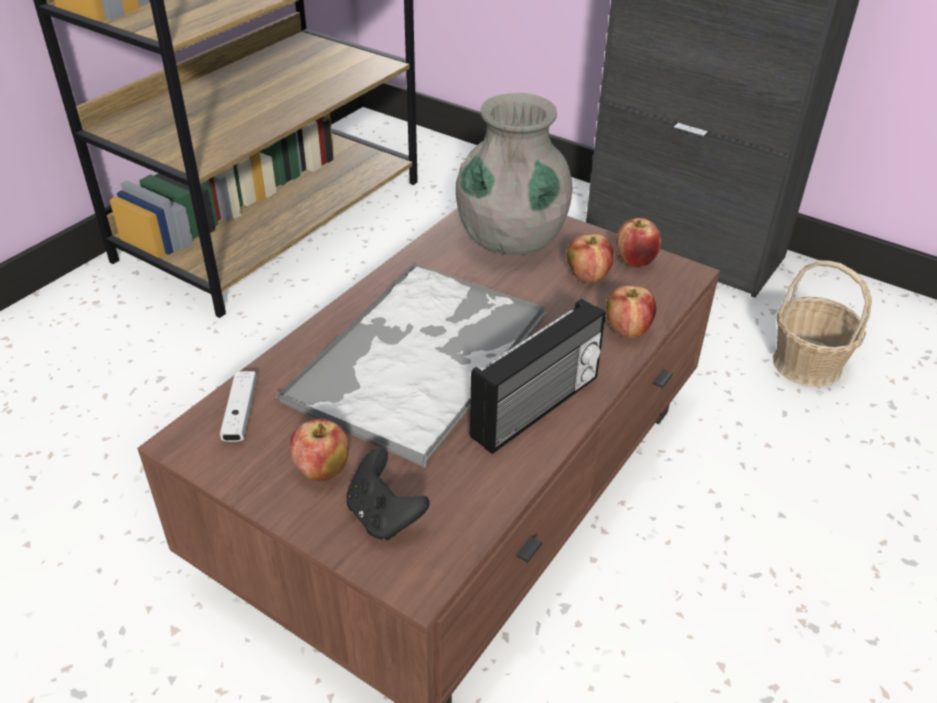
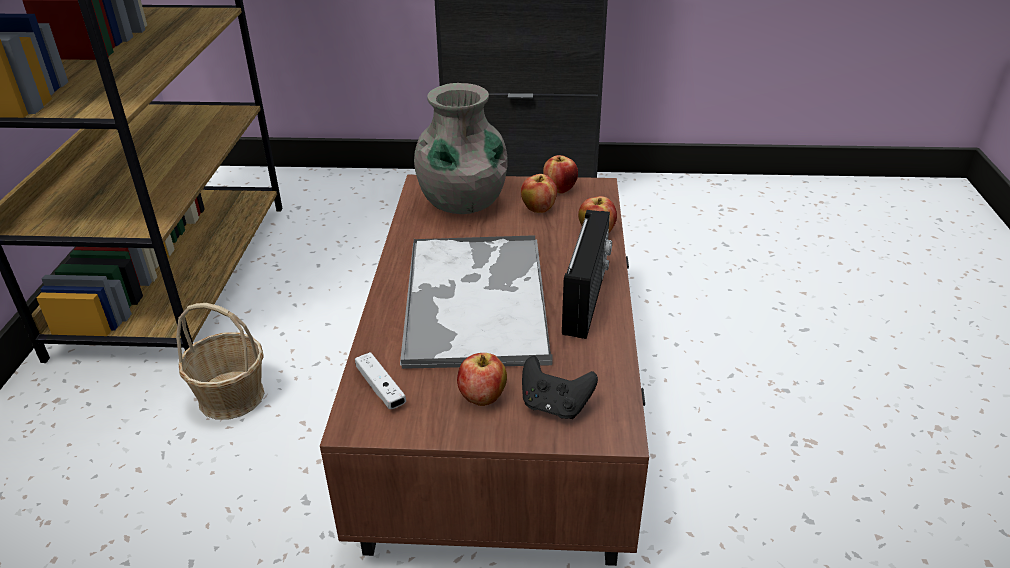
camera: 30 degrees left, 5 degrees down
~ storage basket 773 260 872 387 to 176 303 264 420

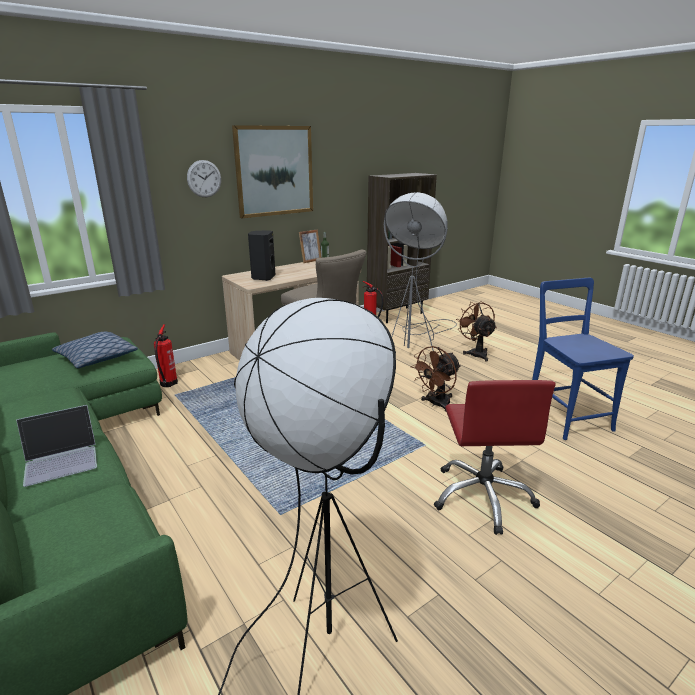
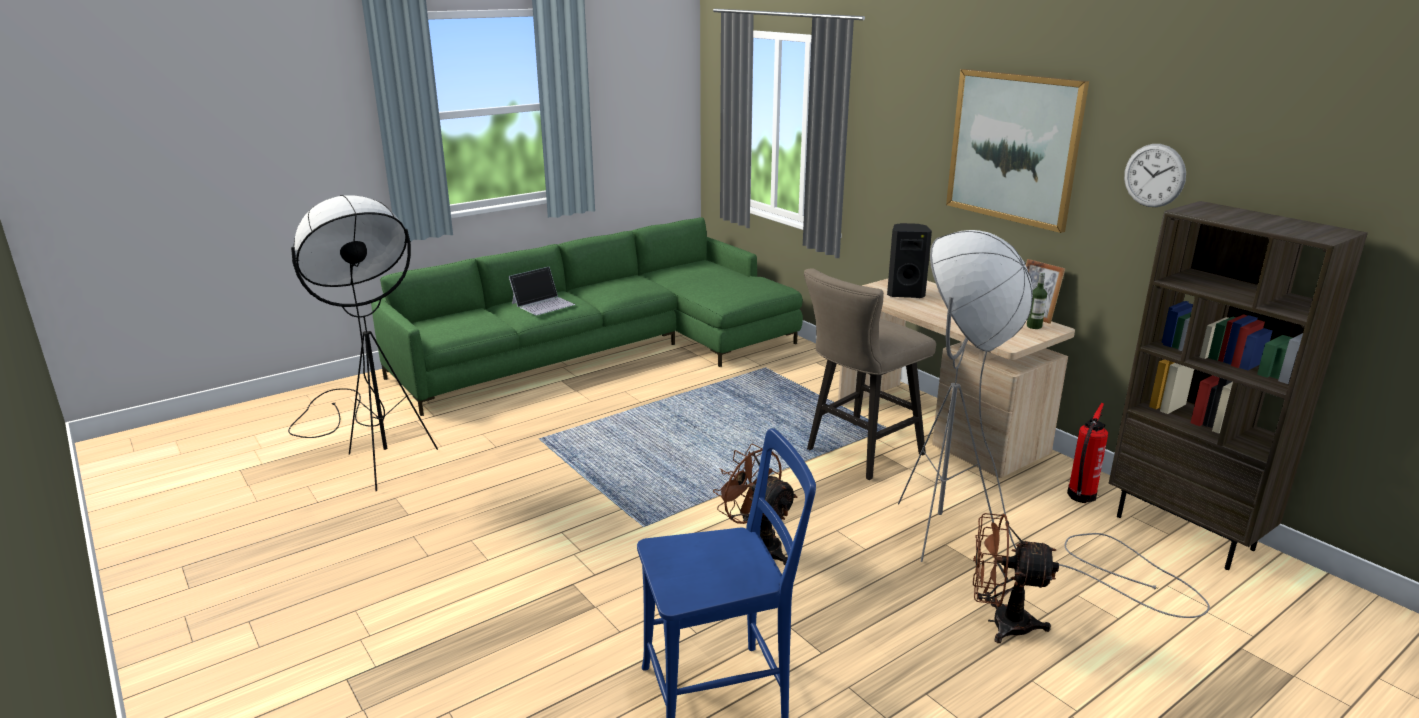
camera: 90 degrees right, 0 degrees up
~ portable computer 16 405 97 487 = 509 267 575 315 105 degrees counterclockwise
- cushion 52 332 138 368
- fire-fighting cylinder 154 324 178 387
~ clock on the wall 187 160 221 197 to 1124 144 1186 207
- computer chair (red) 434 380 556 535
~ fan (brown) 456 301 497 361 = 973 513 1059 643 150 degrees counterclockwise

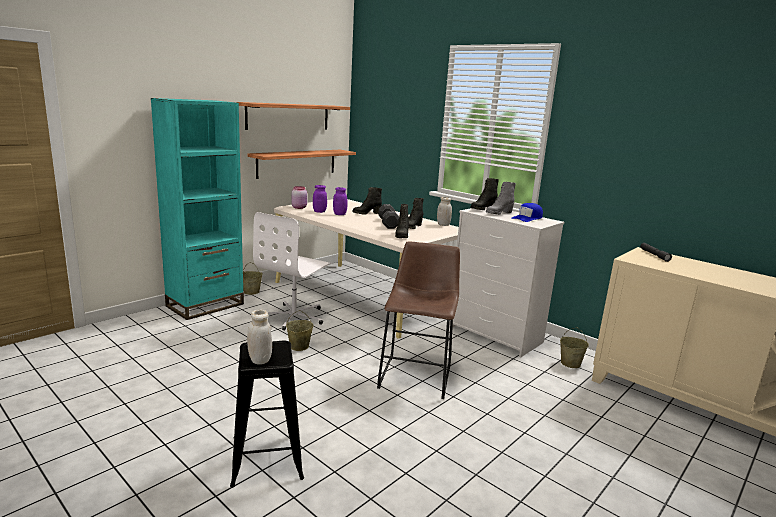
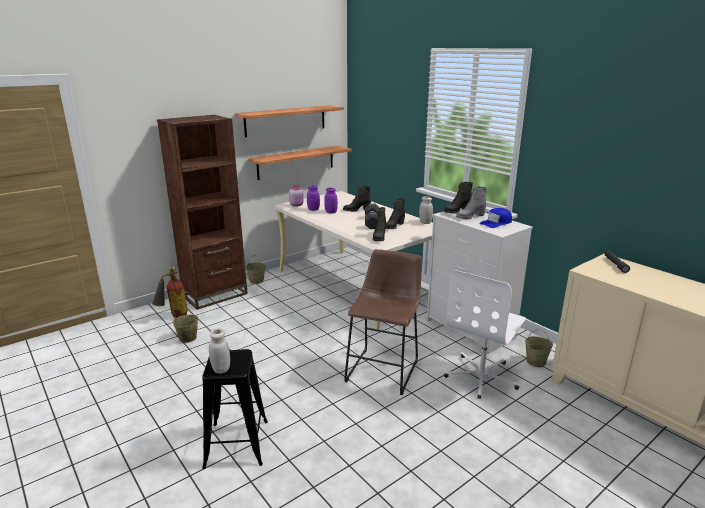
camera: 10 degrees right, 5 degrees up
~ shelving unit (turquoise-coloured) 151 98 244 320 to shelving unit (brown) 157 115 248 310
~ computer chair (white-coloured) 253 212 331 330 to 444 270 526 399
~ water bucket (beige-coloured) 286 310 314 351 to 173 308 198 343
+ fire-fighting cylinder 152 266 188 318

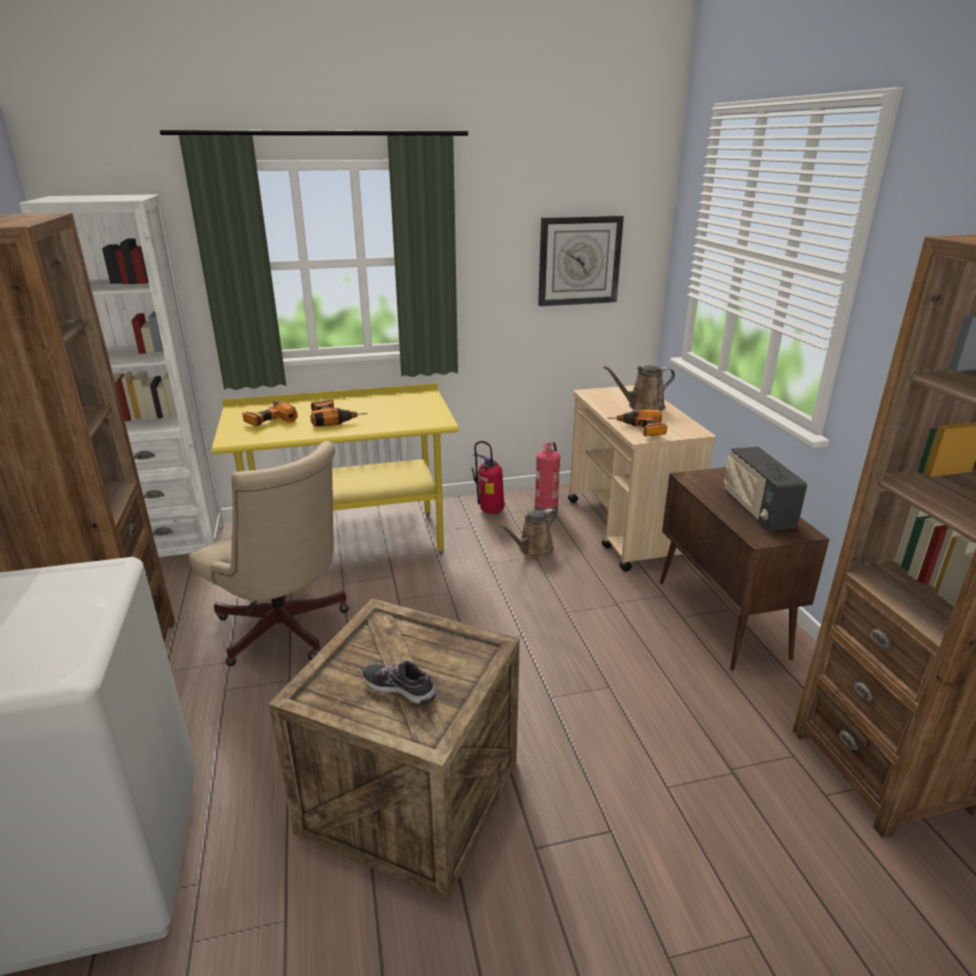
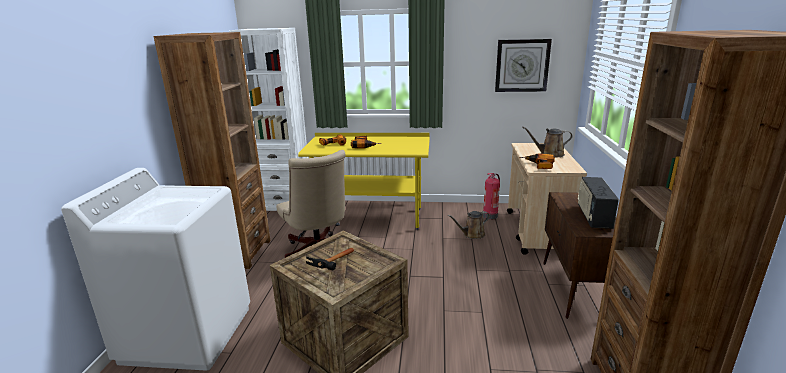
camera: 20 degrees right, 5 degrees down
~ low shoe 362 660 436 705 to tool hammer 306 248 354 270
- fire-fighting cylinder 472 441 505 514

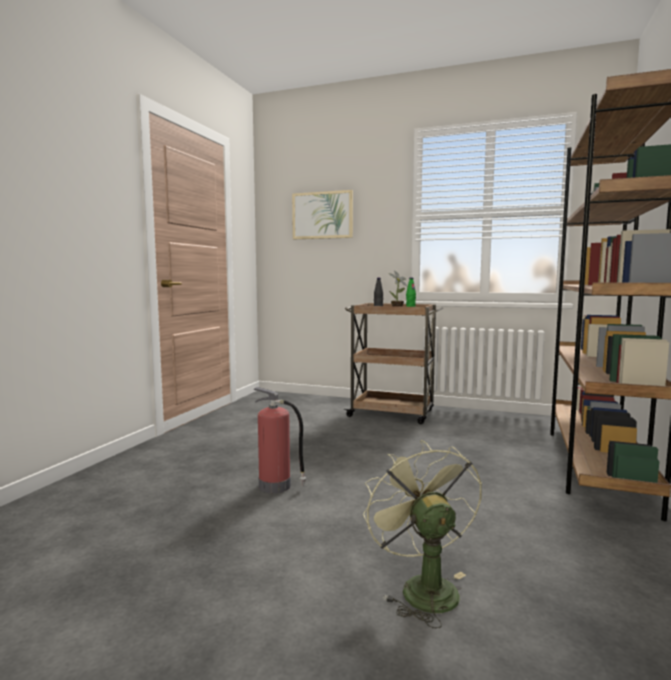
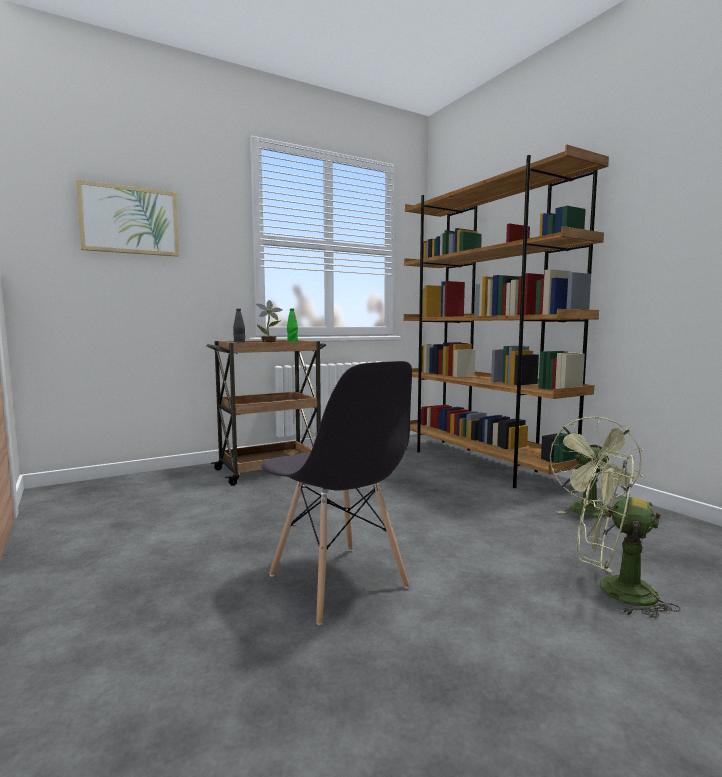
camera: 50 degrees left, 0 degrees up
~ fire-fighting cylinder 253 387 306 493 to chair (gray) 262 361 412 625
+ fan (greenish) 550 416 644 517

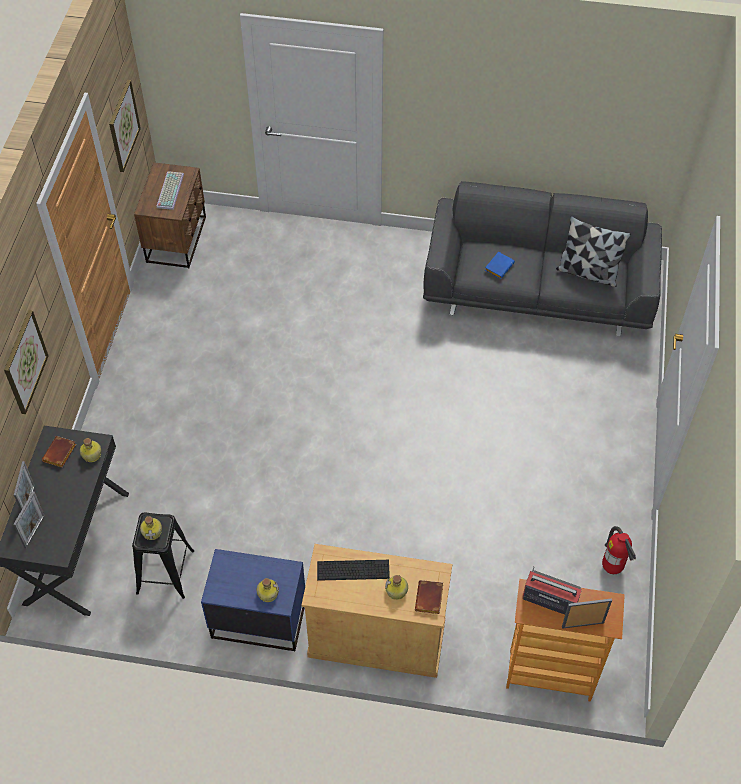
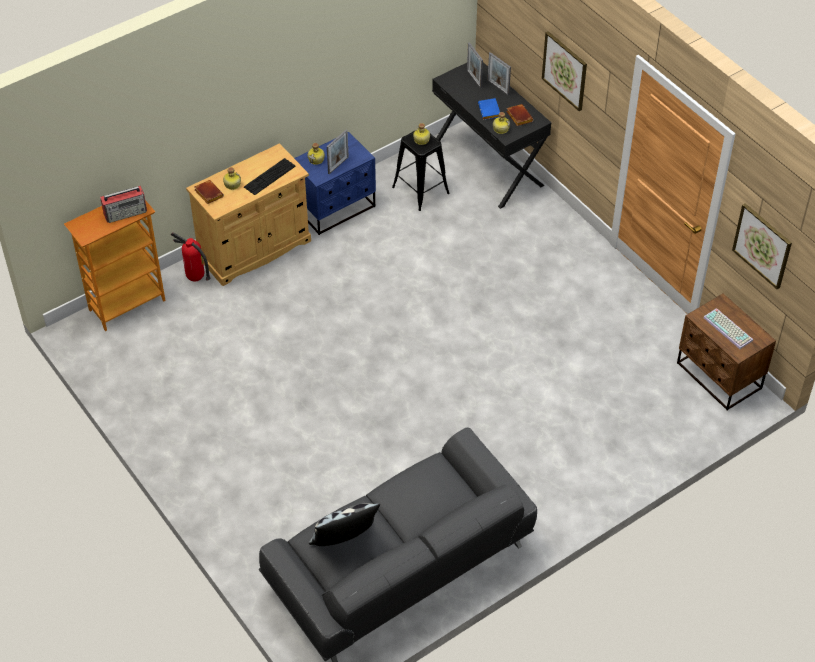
camera: 135 degrees right, 5 degrees down
~ volume (blue) 485 252 515 279 to 478 98 500 120
~ standing frame 562 599 612 629 to 327 130 349 174
~ fire-fighting cylinder 602 526 636 574 to 171 232 210 282

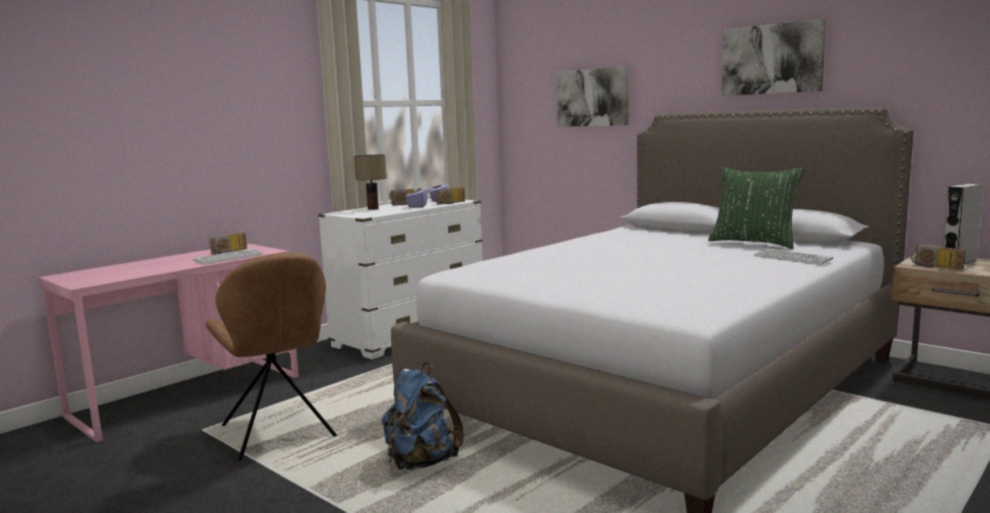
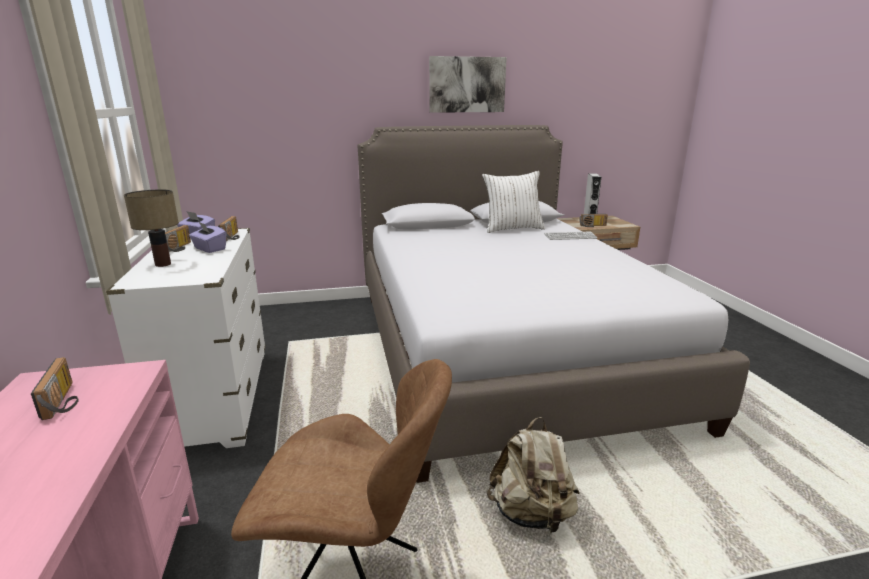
camera: 55 degrees left, 10 degrees up
- computer keyboard 192 248 264 265
~ backpack (blue) 382 362 464 470 to backpack (beige-coloured) 487 417 580 533
- wall art 557 66 629 127
~ cushion (greenish) 708 167 805 249 to cushion (white-coloured) 482 171 545 233

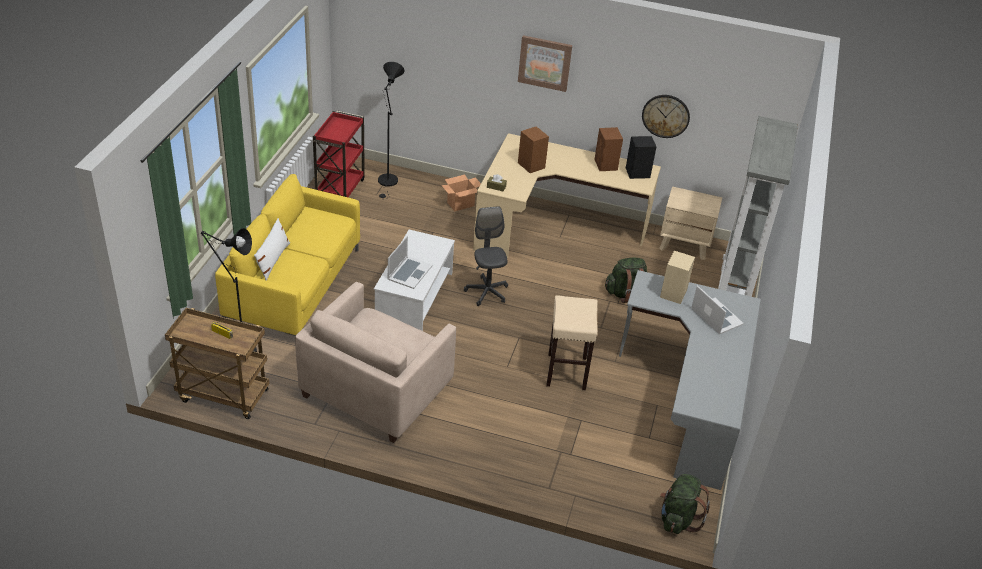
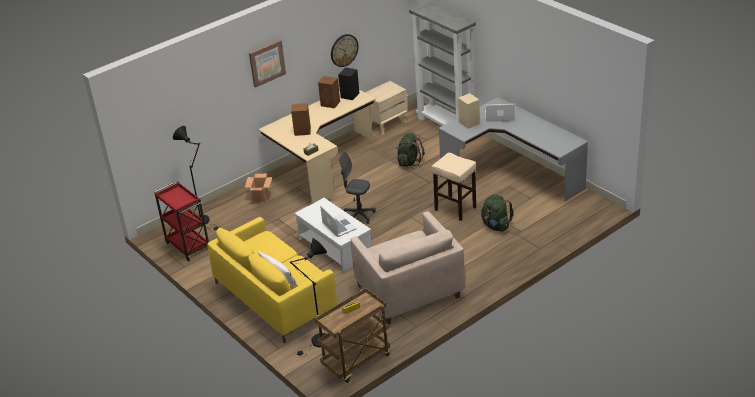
camera: 50 degrees left, 5 degrees down
~ backpack (greenish) 660 474 710 534 to 481 195 513 232

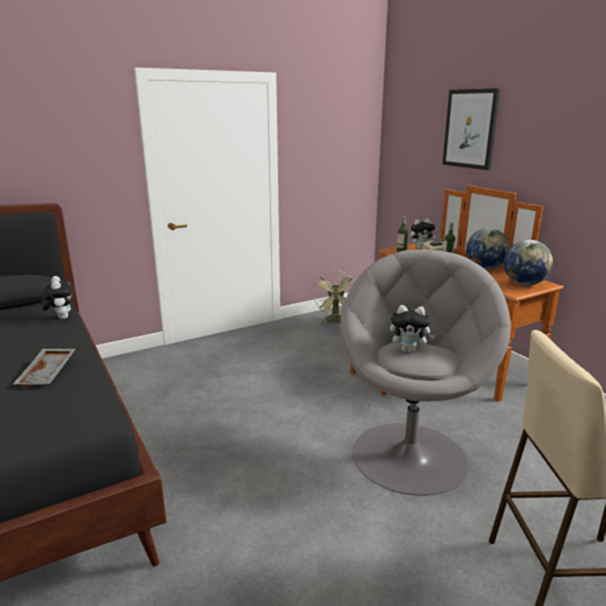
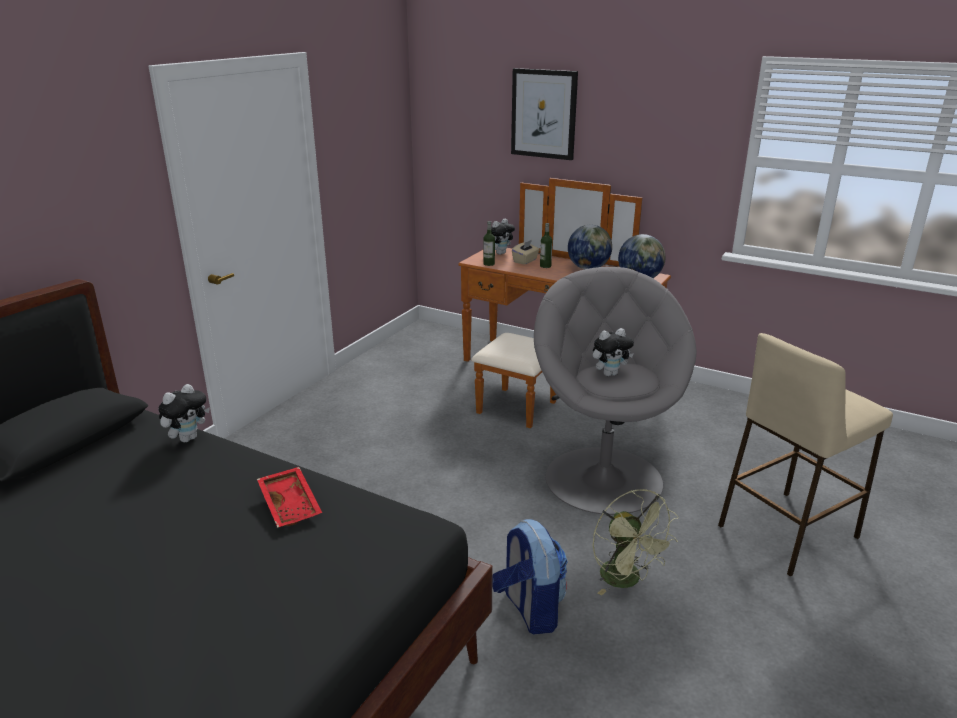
camera: 30 degrees left, 5 degrees up
~ tray (gray) 13 349 75 387 to tray (red) 257 467 322 528
~ soft toy 41 276 73 319 = 158 384 210 442 90 degrees clockwise
~ fan (greenish) 313 270 355 323 to 592 489 678 596
+ backpack 492 519 568 634

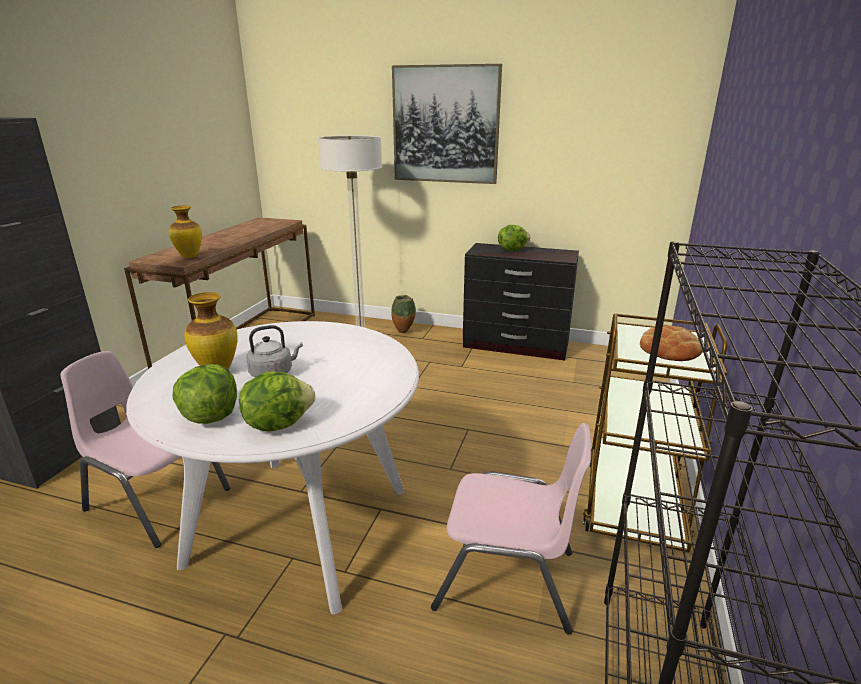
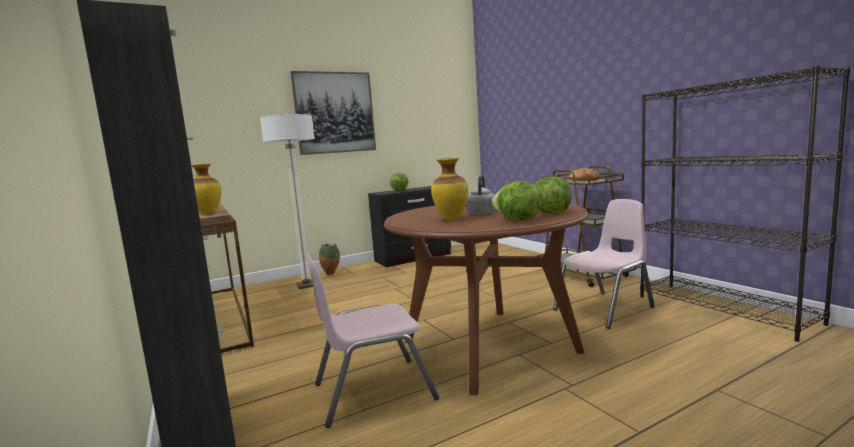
camera: 45 degrees left, 15 degrees down
~ kitchen table (white-coloured) 126 321 419 615 to kitchen table (brown) 384 204 589 395

